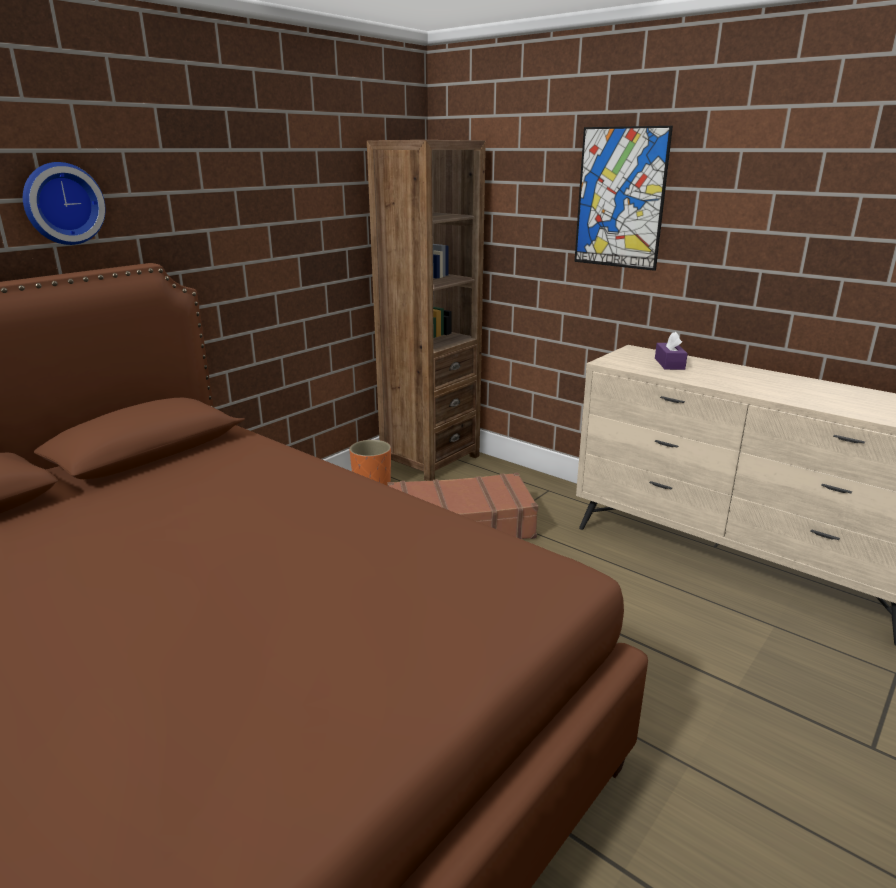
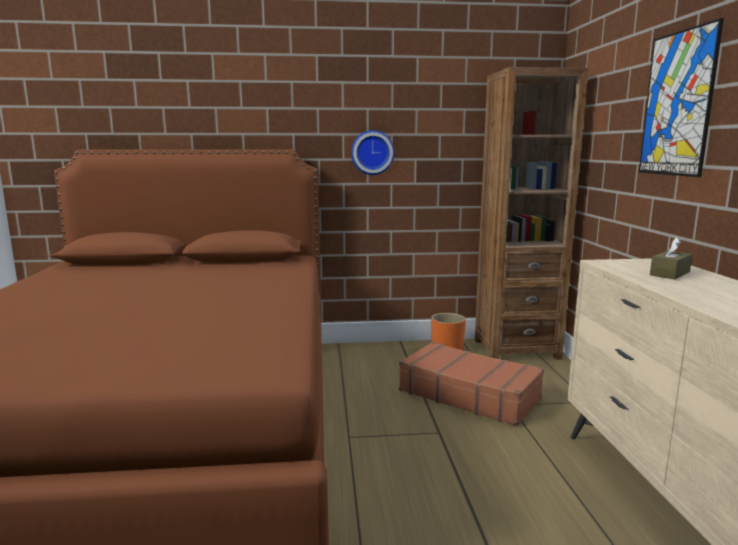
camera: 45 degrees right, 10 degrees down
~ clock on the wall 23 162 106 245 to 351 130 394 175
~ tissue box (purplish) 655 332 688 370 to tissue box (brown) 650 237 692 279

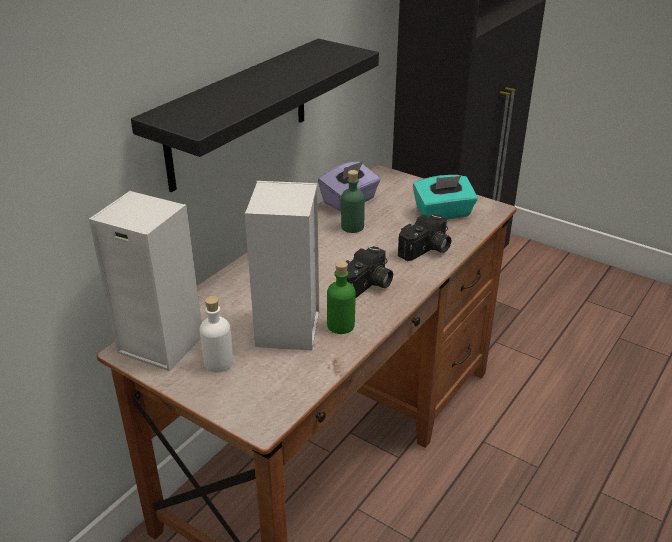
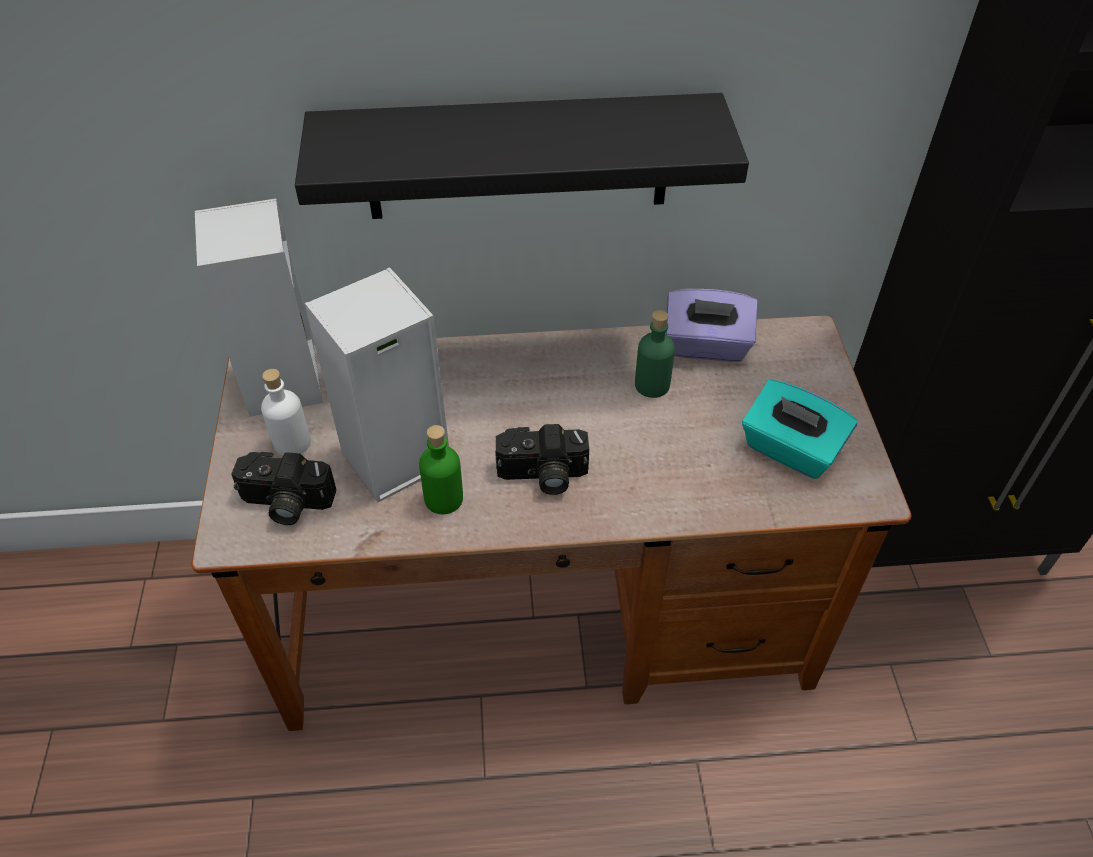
camera: 50 degrees right, 15 degrees up
~ photo camera 398 214 451 261 to 231 452 336 525

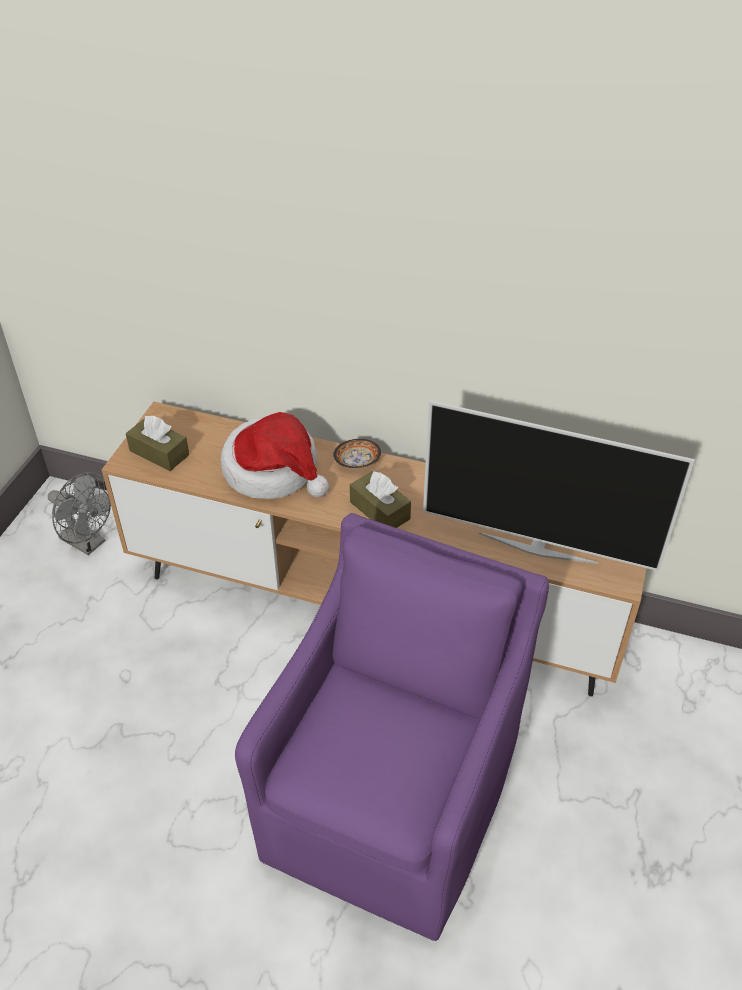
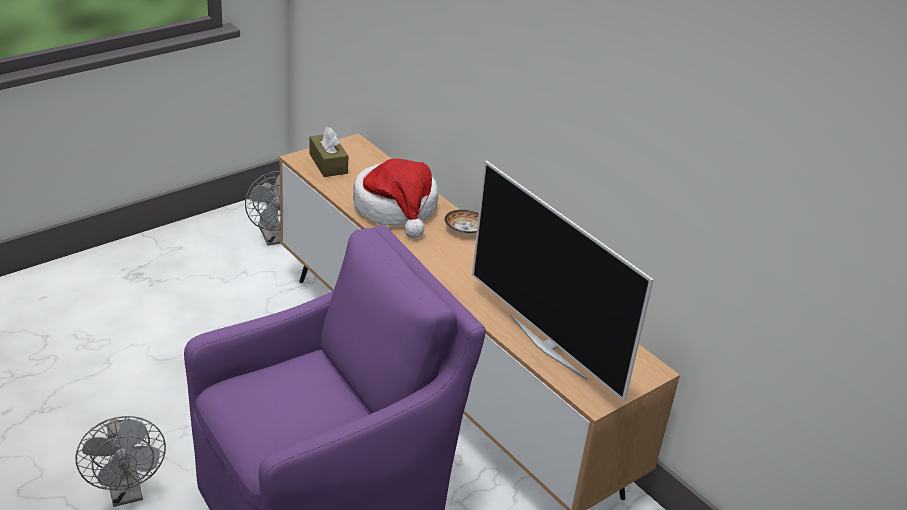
camera: 30 degrees right, 10 degrees down
- tissue box (brown) 350 471 411 528
+ fan (gray) 75 416 166 507

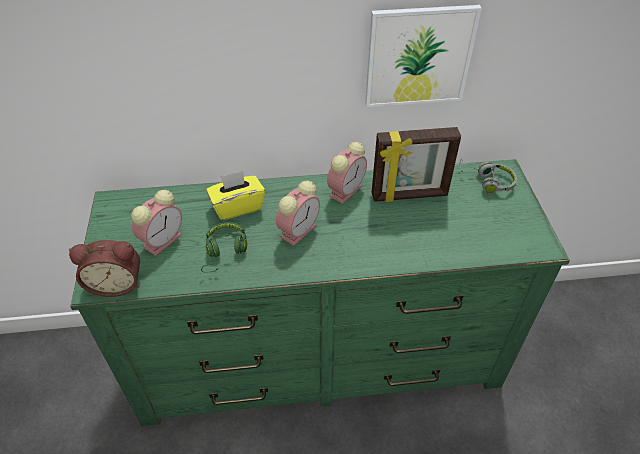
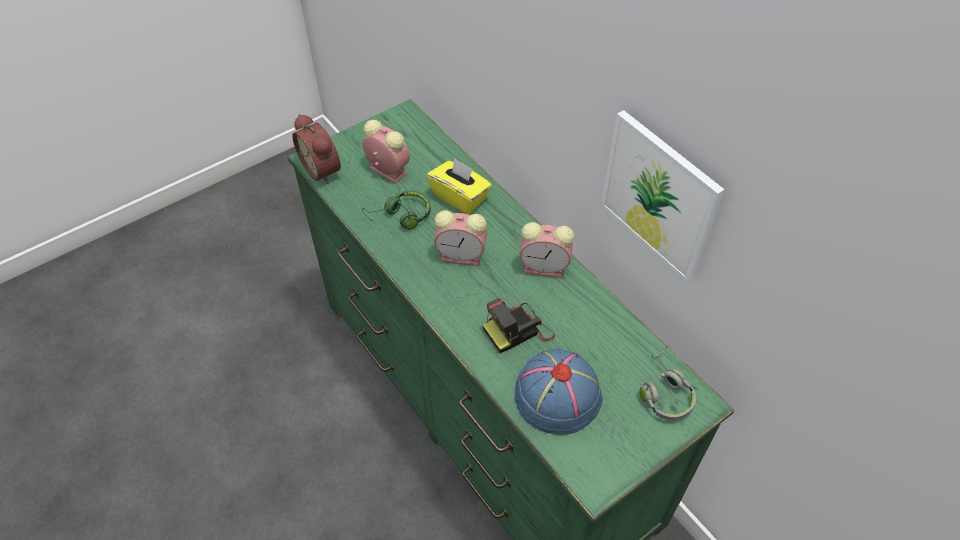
camera: 60 degrees right, 5 degrees up
~ bedside clock 131 190 182 256 = 362 120 410 184 150 degrees counterclockwise
- standing frame 372 127 461 202
+ photo camera 483 299 555 353
+ clothing hat (blue) 514 348 603 435

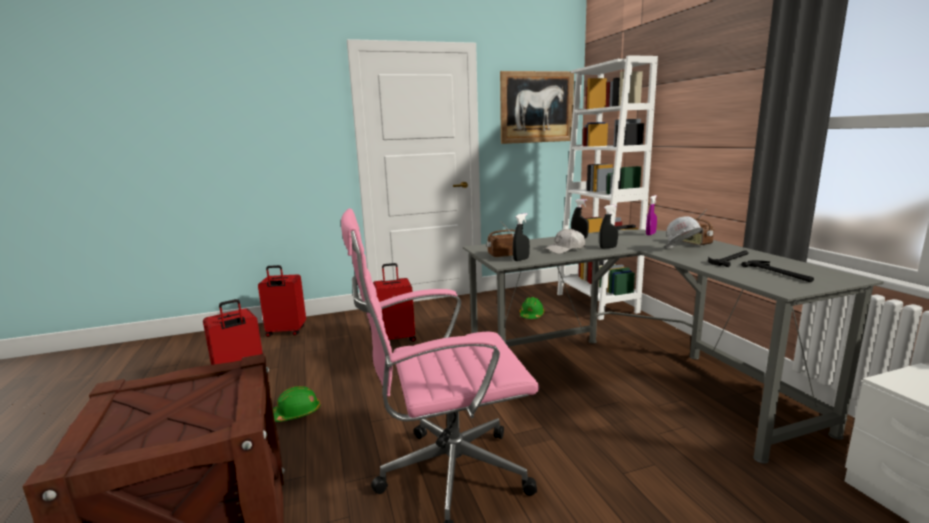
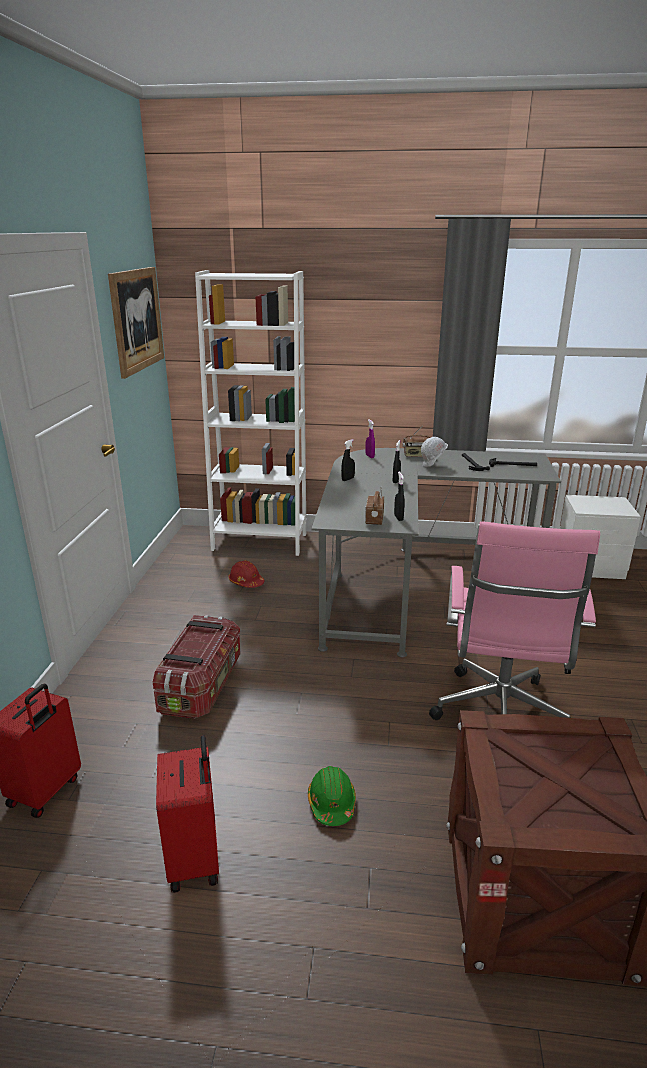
camera: 65 degrees left, 10 degrees up
~ suitcase (red) 373 263 416 342 to storage bin 153 615 241 719
~ safety helmet (greenish) 519 297 545 319 to safety helmet (red) 228 561 265 588
- baseball cap (white-coloured) 544 228 585 254

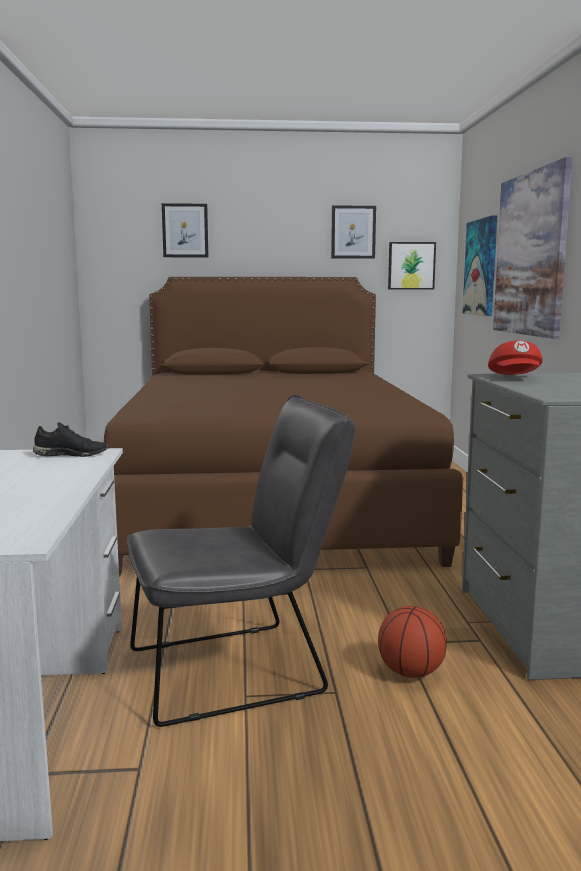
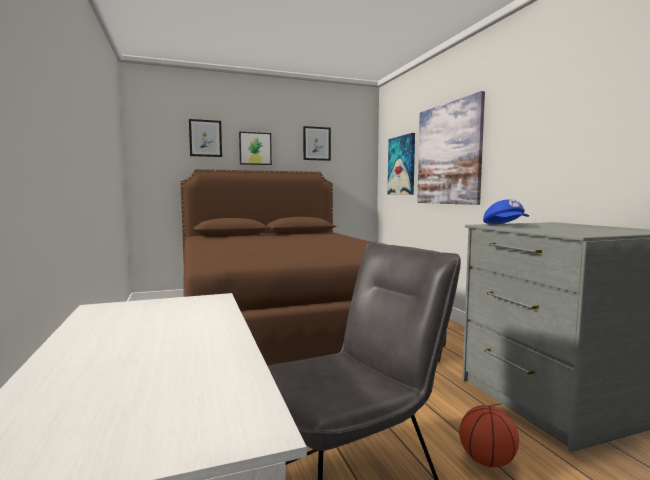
camera: 15 degrees left, 5 degrees down
- low shoe (blackish) 33 422 108 457
~ wall art 388 242 436 289 to 239 132 272 165
~ baseball cap (red) 488 341 543 375 to baseball cap (blue) 483 199 529 225

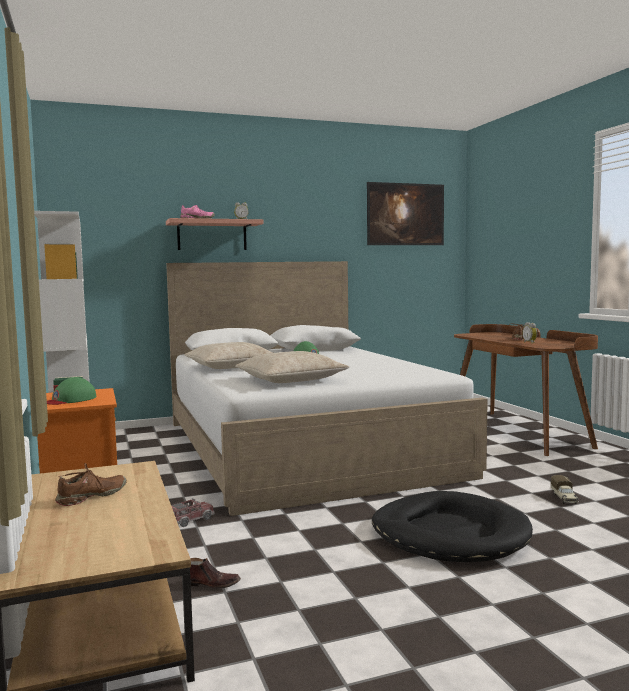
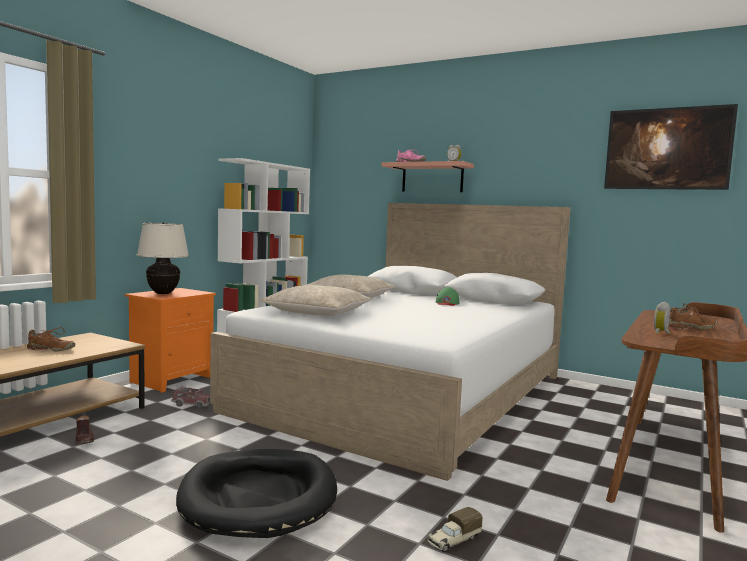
camera: 50 degrees right, 0 degrees up
~ baseball cap (greenish) 47 377 96 405 to table lamp (beige-coloured) 137 222 189 294

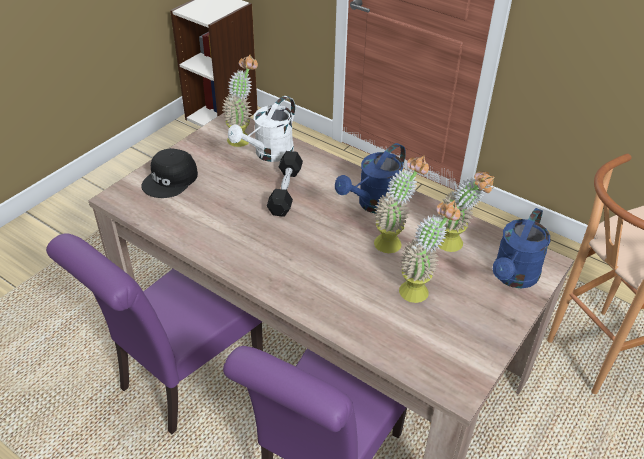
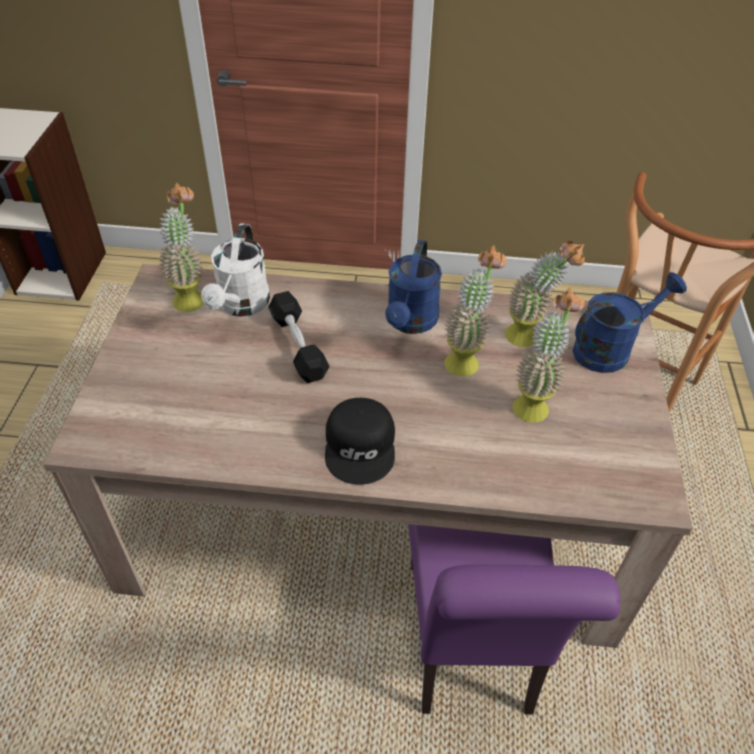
camera: 30 degrees left, 5 degrees up
- chair (purplish) 46 233 263 434
~ baseball cap (blackish) 141 148 198 198 to 325 398 395 485
~ sprinkling can (blue) 493 208 550 289 = 573 272 687 373 120 degrees counterclockwise

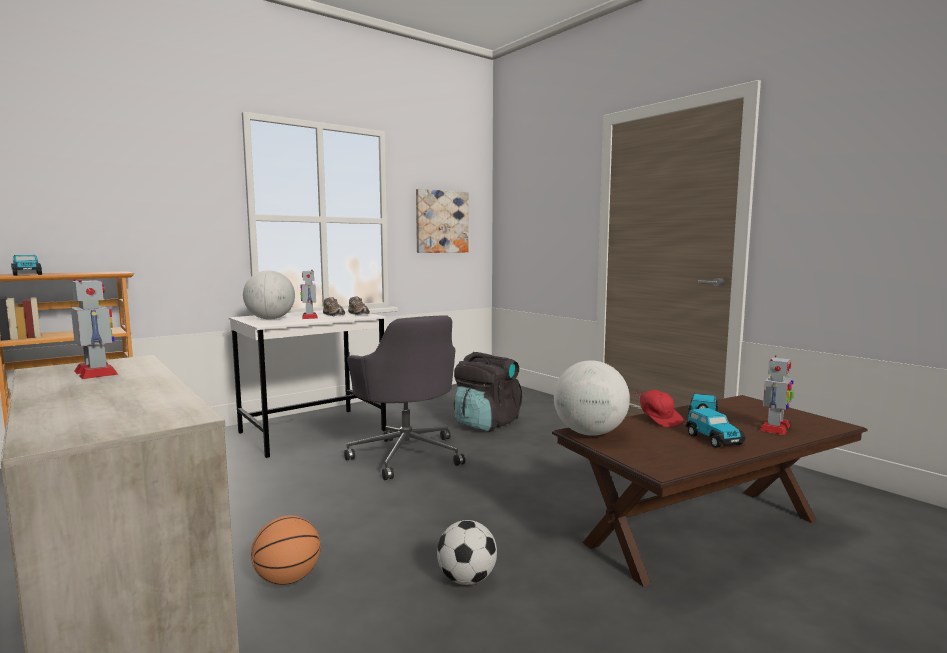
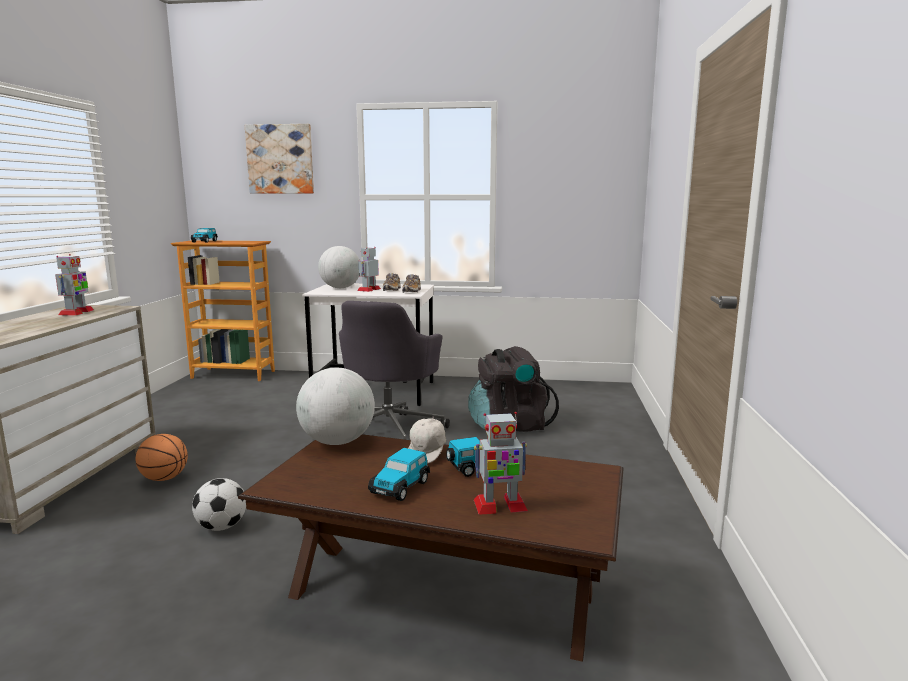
camera: 45 degrees right, 5 degrees up
~ wall art 416 189 469 253 to 245 124 314 194
~ baseball cap (red) 636 390 683 428 to baseball cap (white-coloured) 408 417 446 463

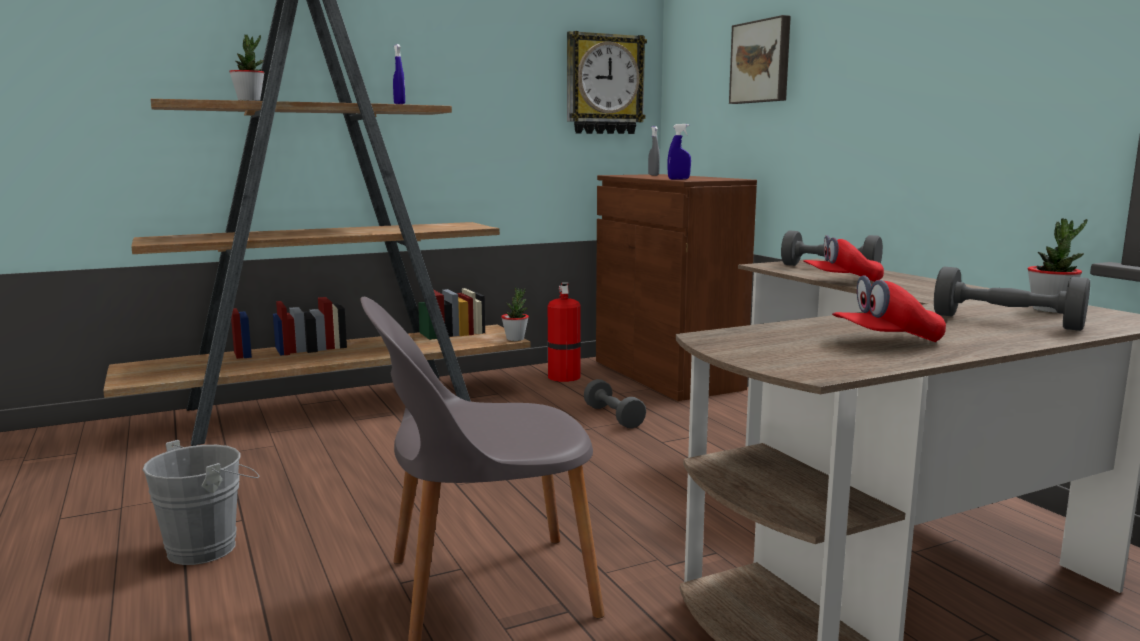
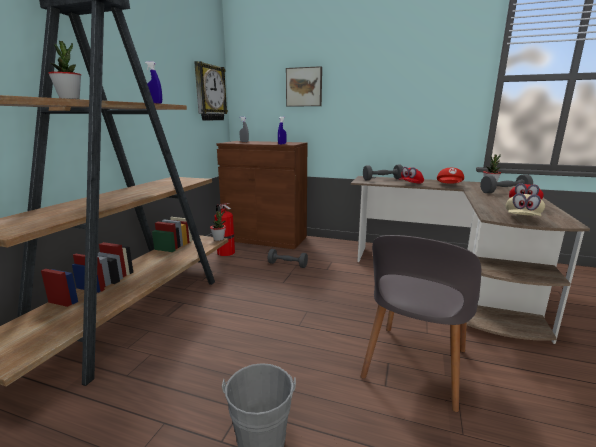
camera: 45 degrees left, 5 degrees up
+ baseball cap (red) 437 168 464 184
+ baseball cap (beige-coloured) 506 193 545 216

